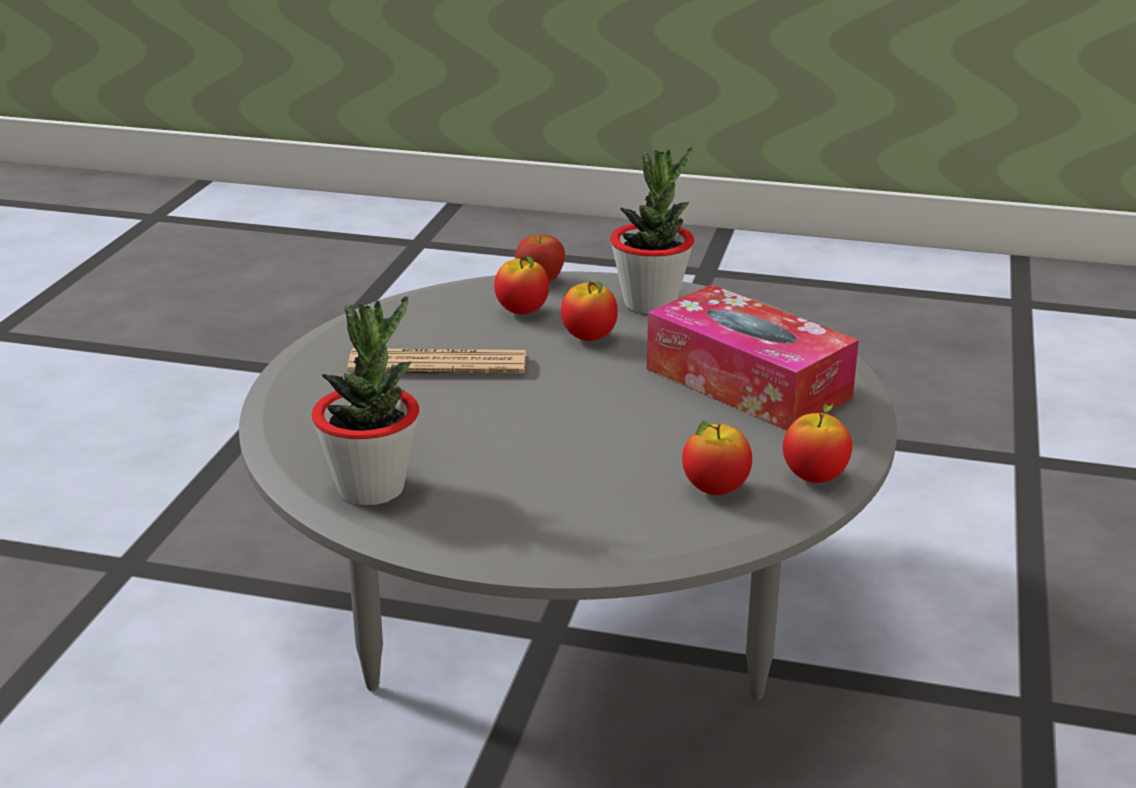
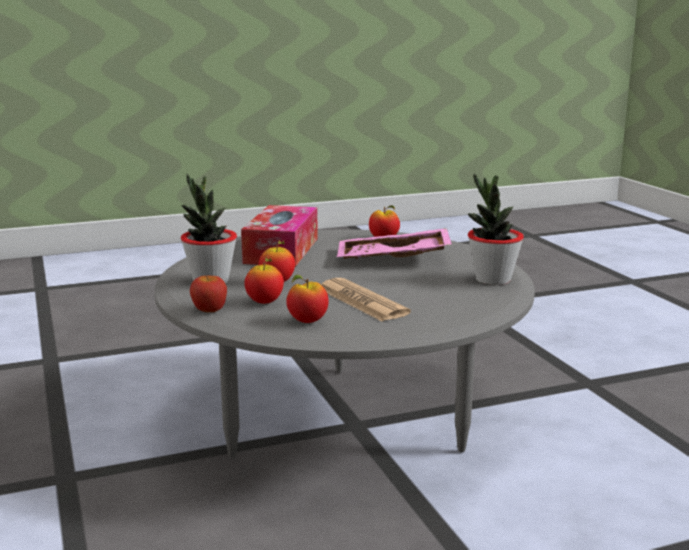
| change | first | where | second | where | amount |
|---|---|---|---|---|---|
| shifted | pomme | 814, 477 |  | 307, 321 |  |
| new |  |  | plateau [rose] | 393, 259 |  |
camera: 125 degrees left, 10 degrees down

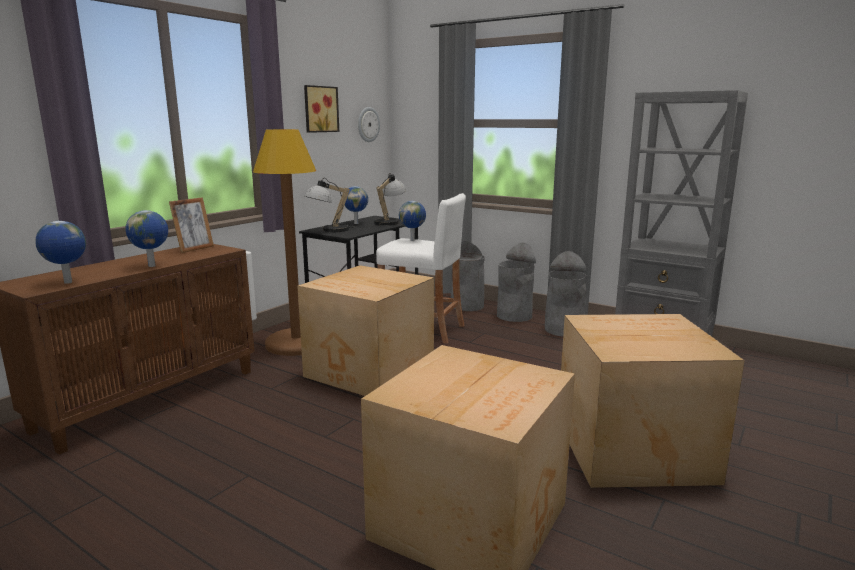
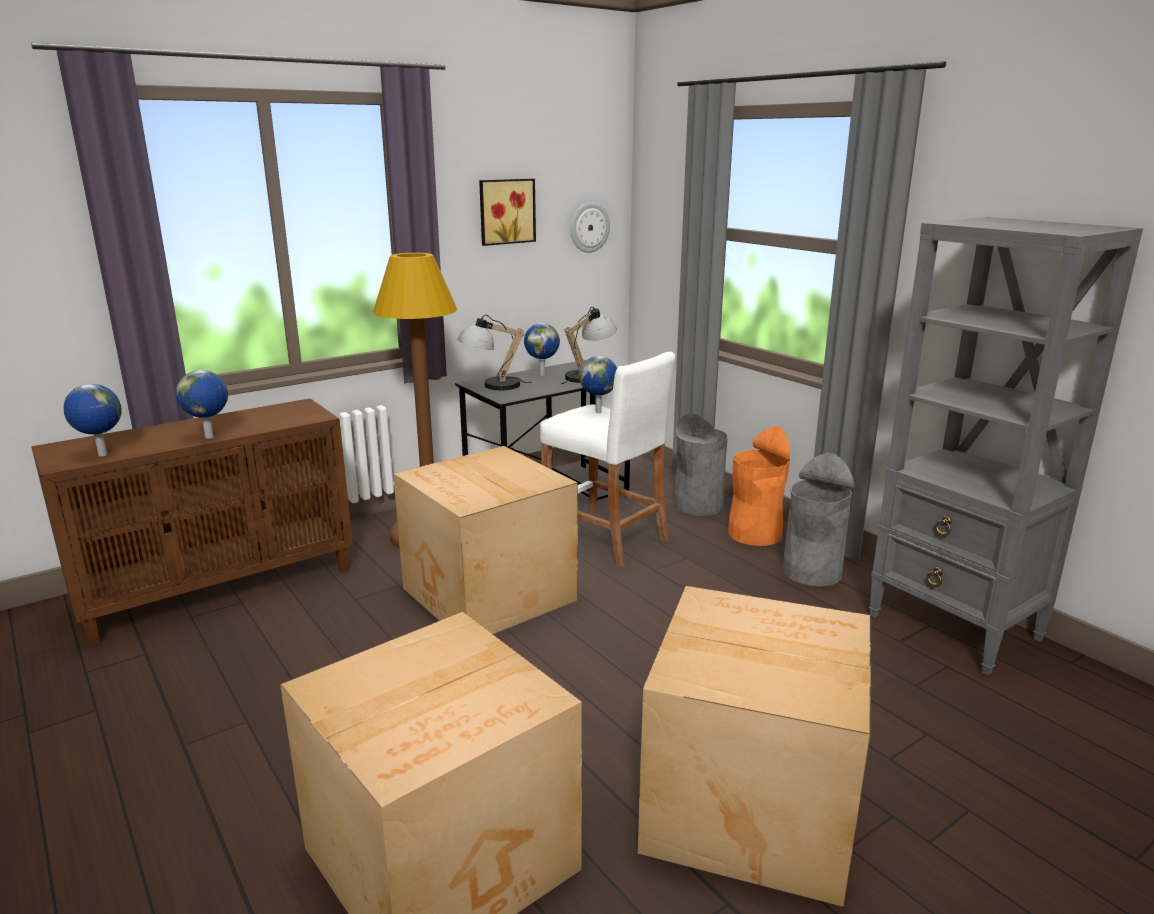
| change | first | where | second | where | amount |
|---|---|---|---|---|---|
| gone | cadre photo | 194, 249 |  |  |  |
| repainted | poubelle [gris] | 514, 316 | poubelle [orange] | 755, 534 |  |
camera: 20 degrees right, 5 degrees up

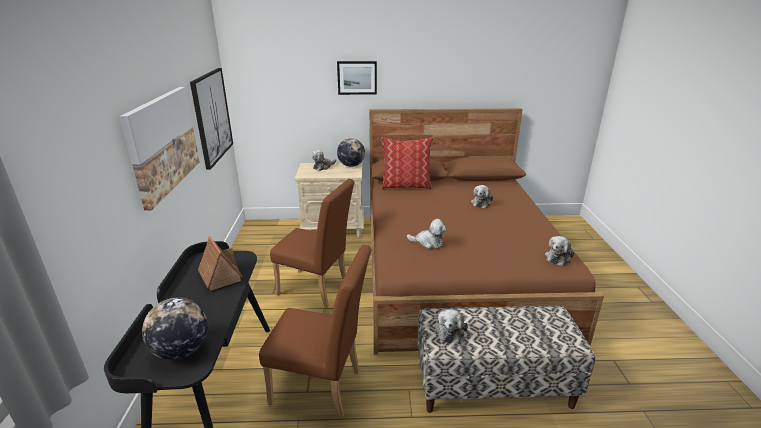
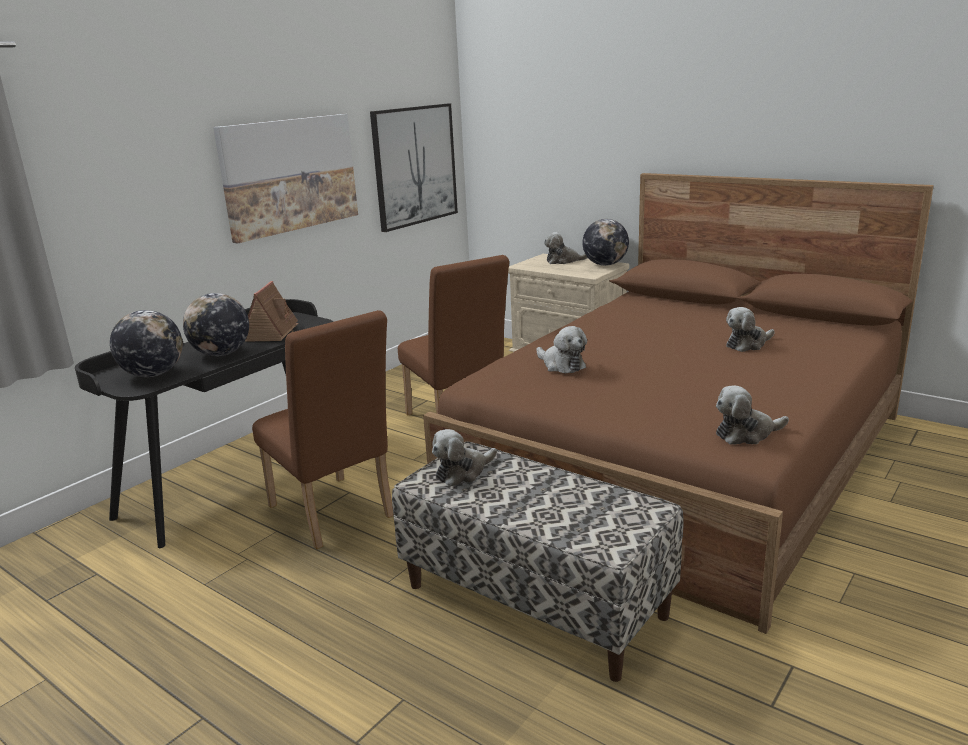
| change | first | where | second | where | amount |
|---|---|---|---|---|---|
| gone | tableau | 357, 77 |  |  |  |
| gone | coussin | 406, 185 |  |  |  |
| new |  |  | globe | 221, 354 |  |
camera: 40 degrees right, 5 degrees down

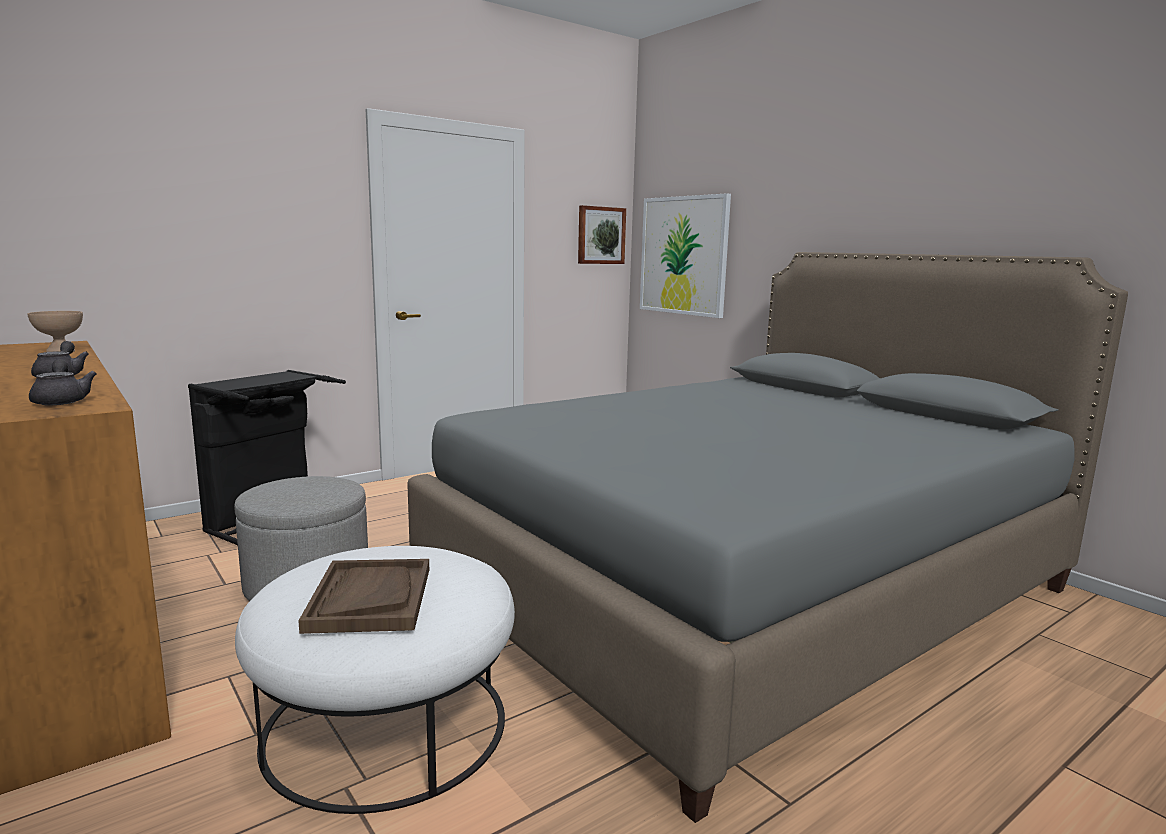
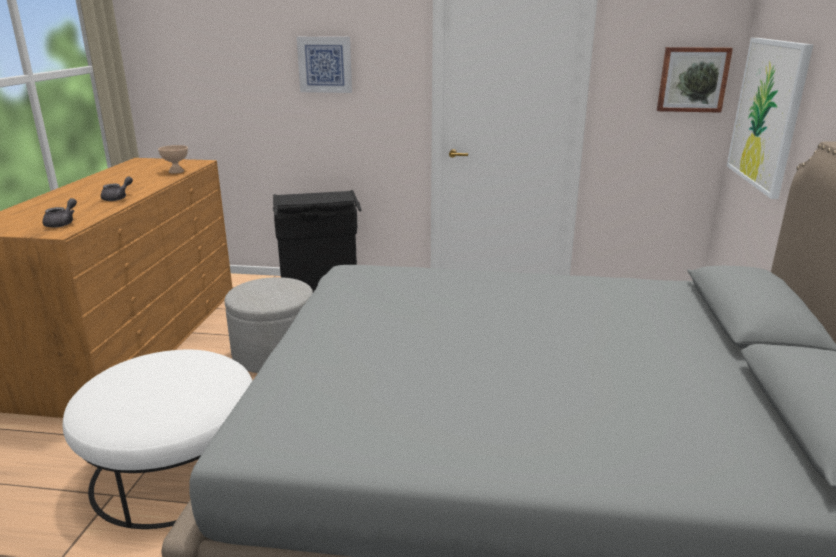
| change | first | where | second | where | amount |
|---|---|---|---|---|---|
| gone | plateau [marron] | 370, 598 |  |  |  |
| new |  |  | tableau | 325, 64 |  |
camera: 45 degrees right, 10 degrees up

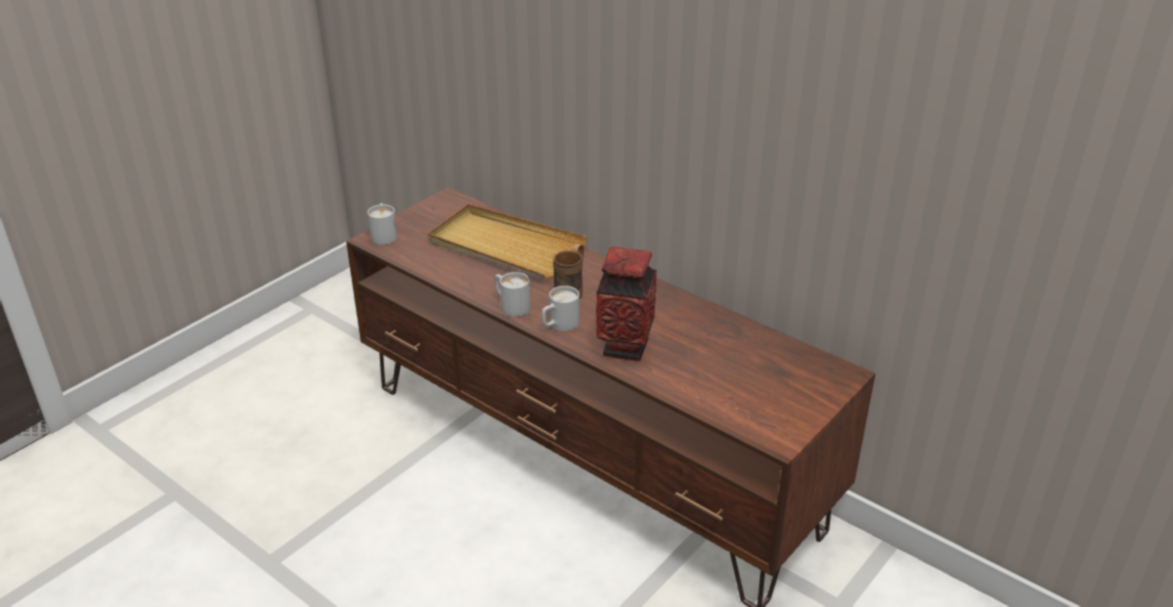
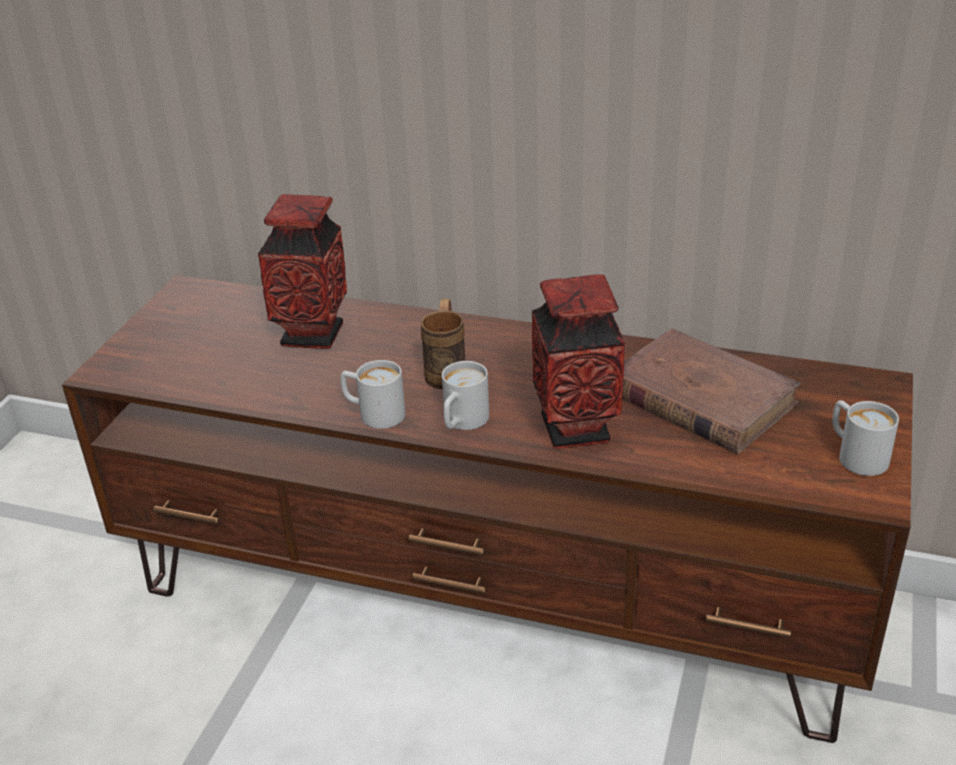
| change | first | where | second | where | amount |
|---|---|---|---|---|---|
| shifted | mug [blanc] | 384, 234 |  | 855, 454 |  |
| swapped | plateau [beige] | 505, 247 | vase | 313, 335 |  |
| new |  |  | livre [marron] | 699, 398 |  |
camera: 20 degrees left, 0 degrees up

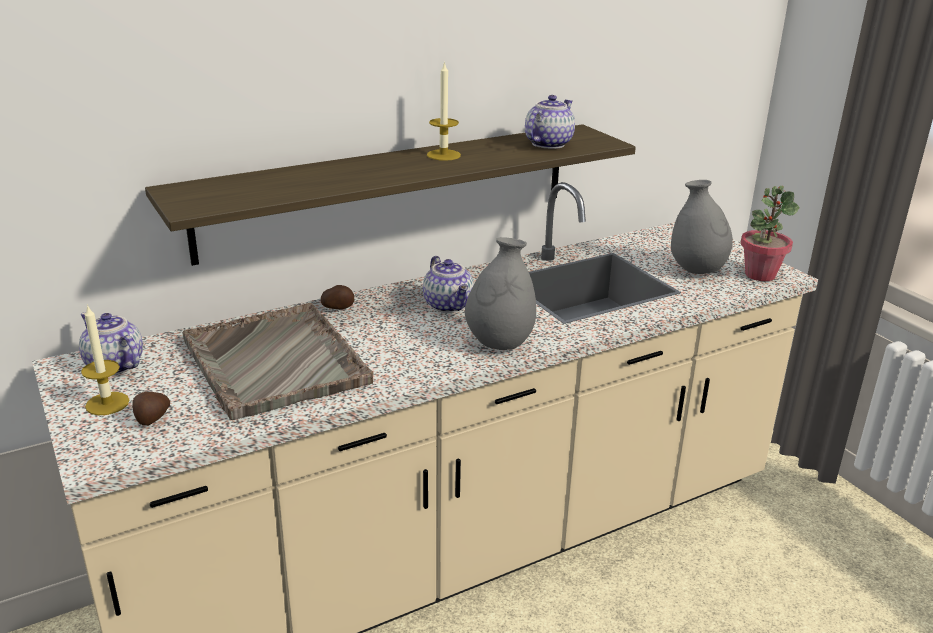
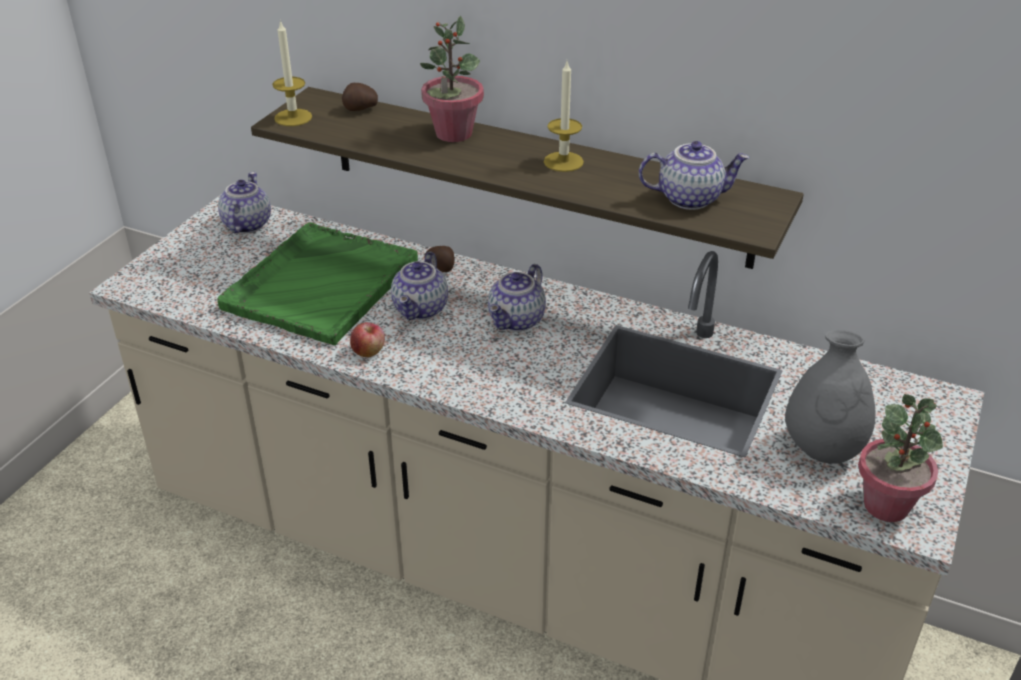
| change | first | where | second | where | amount |
|---|---|---|---|---|---|
| gone | vase [gris] | 499, 344 |  |  |  |
| repainted | plateau [gris] | 275, 362 | plateau [vert] | 320, 285 |  |
| shifted | bougie | 107, 403 |  | 293, 117 |  |
| shifted | pomme de terre | 151, 419 |  | 360, 109 |  |
| new |  |  | plante en pot | 453, 133 |  |
| new |  |  | théière | 421, 310 |  |
| new |  |  | pomme | 368, 351 |  |
camera: 55 degrees right, 10 degrees up

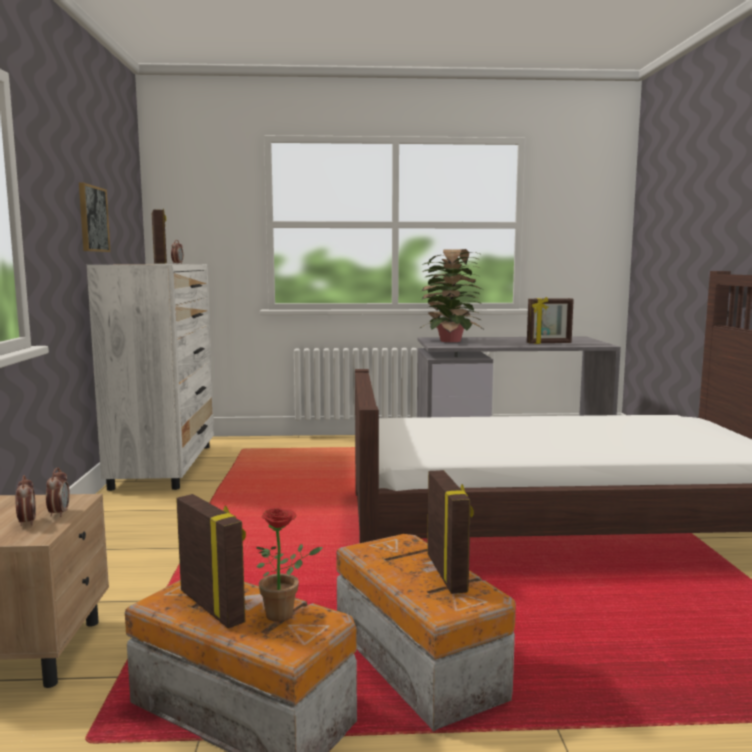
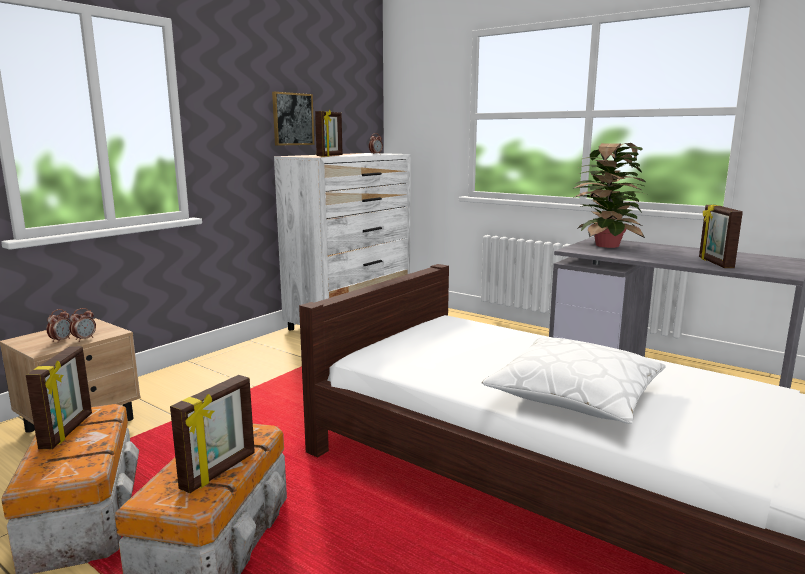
| change | first | where | second | where | amount |
|---|---|---|---|---|---|
| rotated | cadre photo | 549, 343 |  | 714, 263 | 60 degrees clockwise |
| gone | plante en pot | 285, 614 |  |  |  |
| new |  |  | coussin [blanc] | 575, 395 |  |
camera: 40 degrees right, 5 degrees up

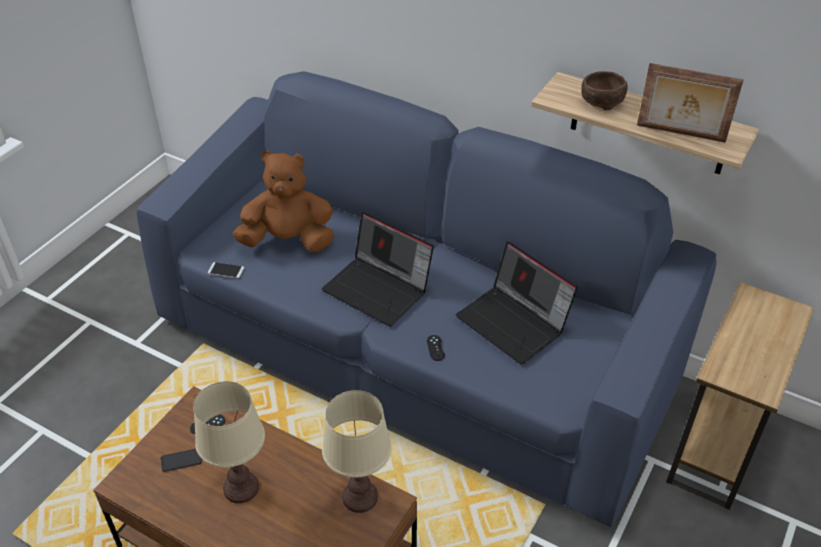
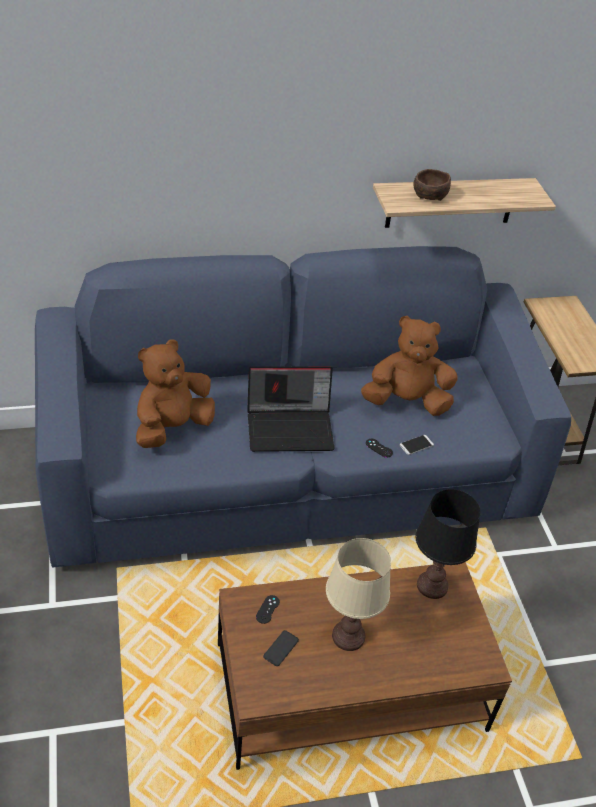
| change | first | where | second | where | amount |
|---|---|---|---|---|---|
| gone | cadre photo | 680, 134 |  |  |  |
| swapped | ordinateur portable | 514, 323 | peluche [marron] | 406, 401 |  |
| shifted | téléphone | 226, 270 |  | 416, 445 |  |
| repainted | lampe de table [beige] | 360, 497 | lampe de table [noir] | 432, 585 |  |
camera: 45 degrees left, 0 degrees up

